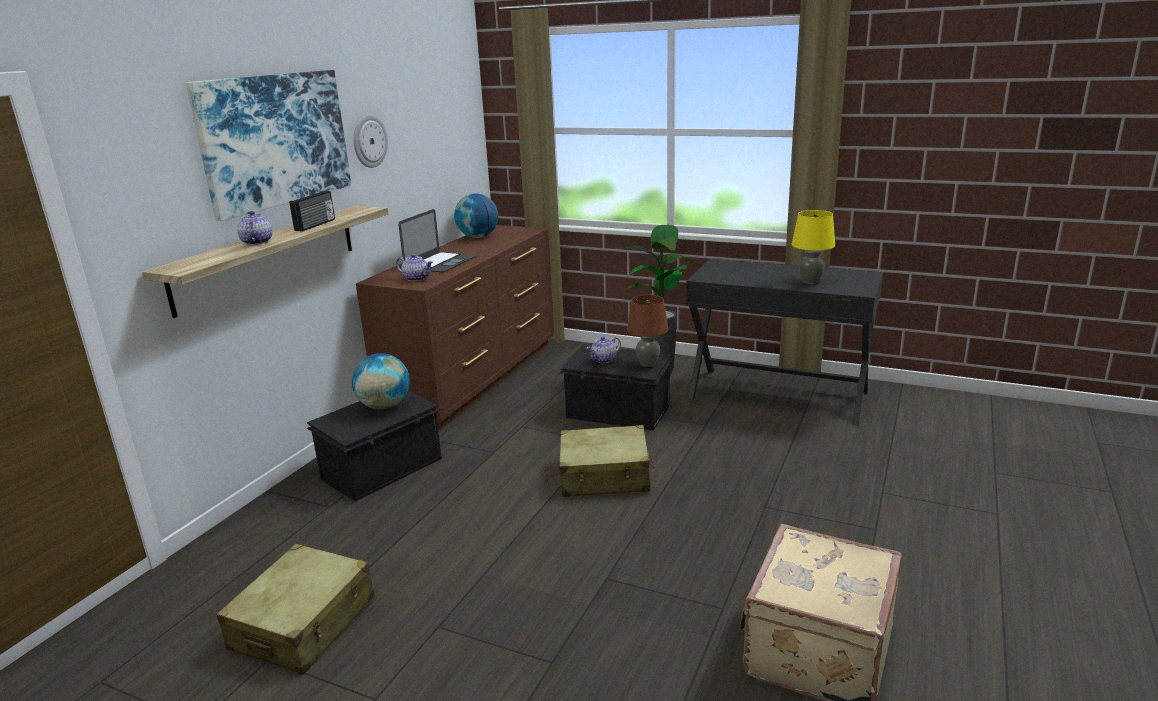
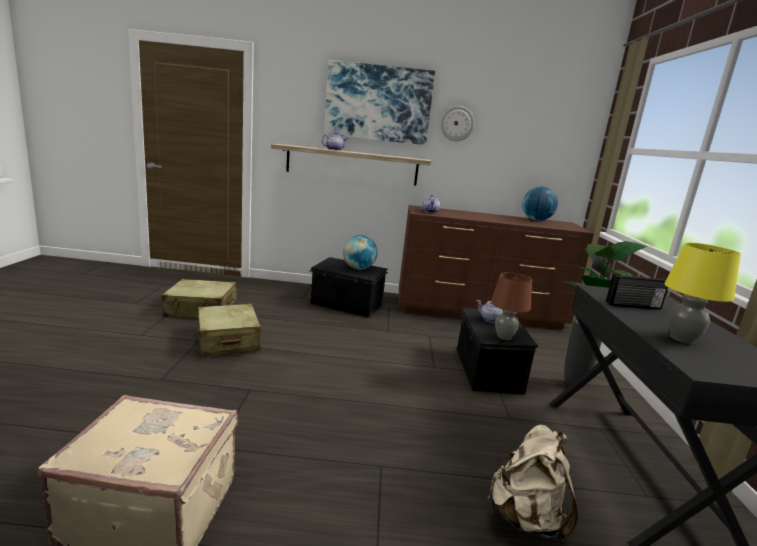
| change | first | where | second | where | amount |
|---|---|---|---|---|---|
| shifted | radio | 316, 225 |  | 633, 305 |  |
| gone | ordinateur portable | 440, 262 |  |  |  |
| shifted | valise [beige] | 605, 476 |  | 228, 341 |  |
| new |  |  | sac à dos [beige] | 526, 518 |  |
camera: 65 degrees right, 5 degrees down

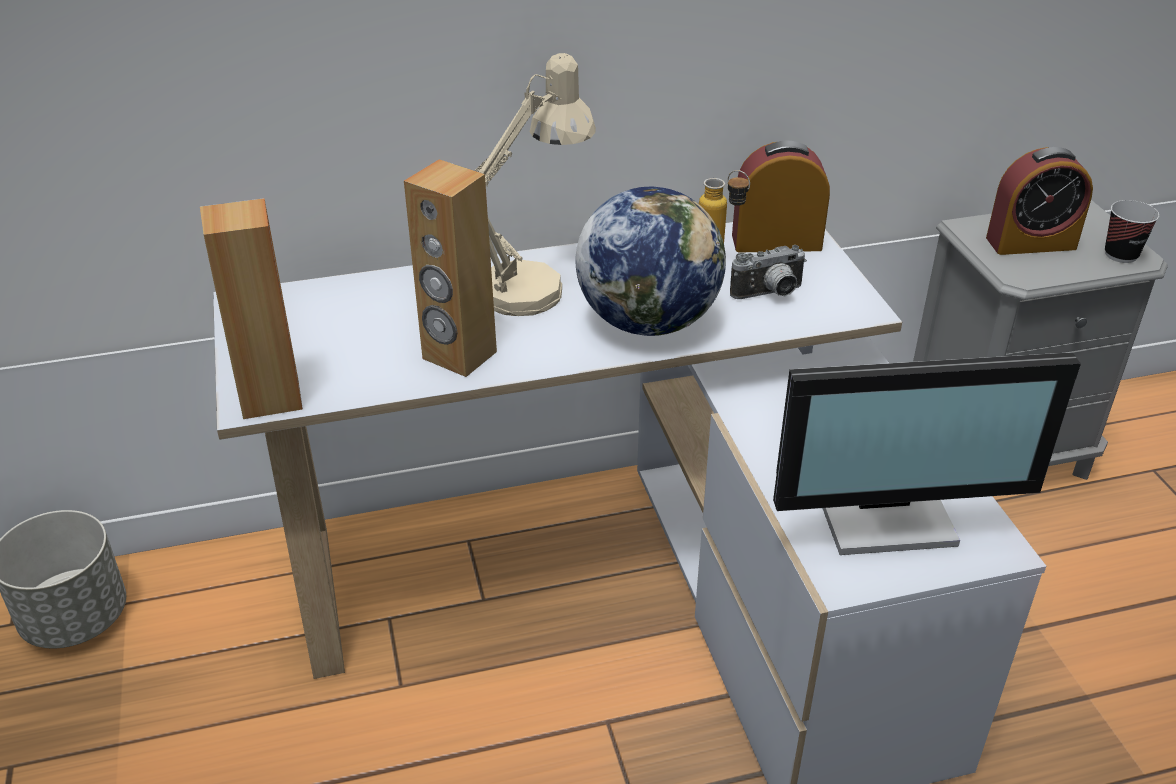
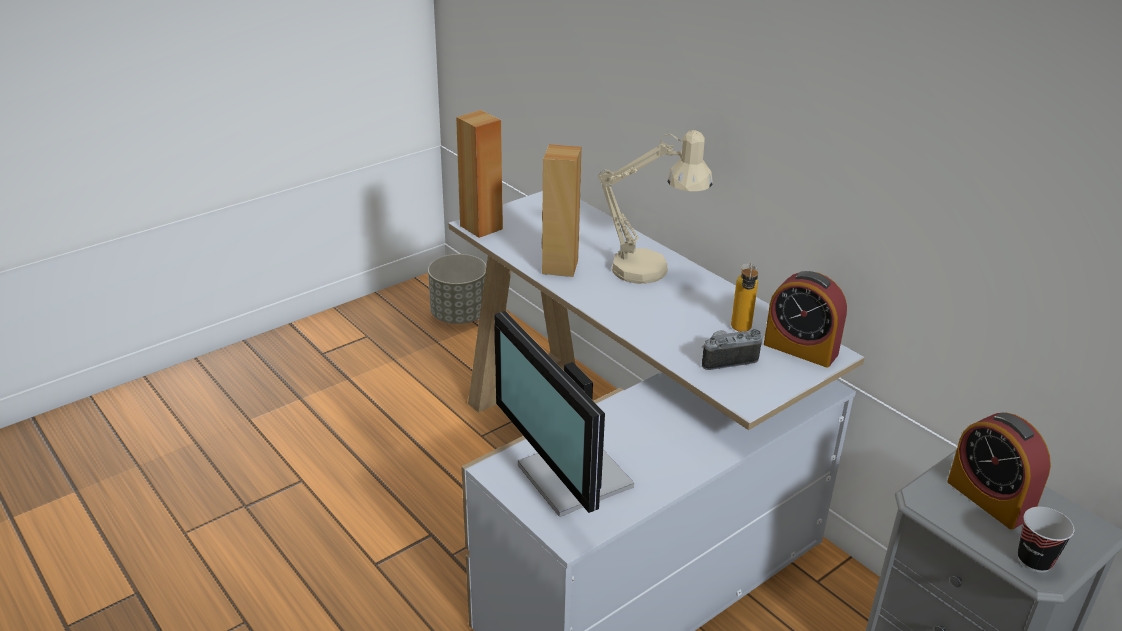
| change | first | where | second | where | amount |
|---|---|---|---|---|---|
| rotated | réveil | 776, 242 |  | 800, 349 | 150 degrees clockwise |
| gone | globe | 648, 322 |  |  |  |
| rotated | appareil photo | 770, 295 |  | 727, 359 | 120 degrees clockwise |
camera: 65 degrees right, 5 degrees down

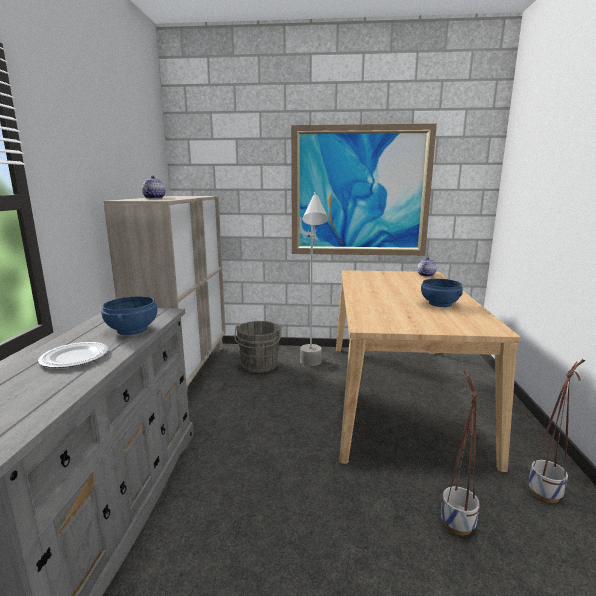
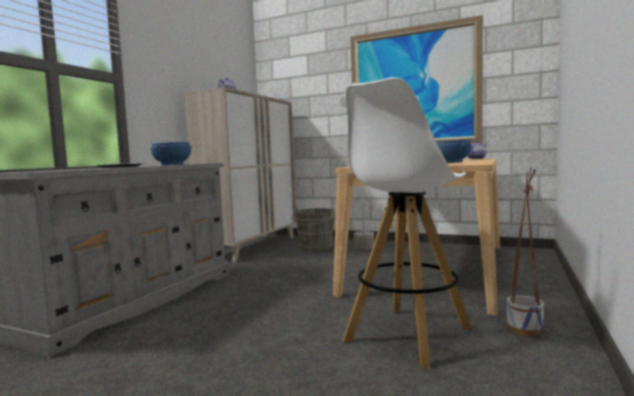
| change | first | where | second | where | amount |
|---|---|---|---|---|---|
| swapped | cache-pot | 457, 524 | tabouret [blanc] | 407, 335 |  |
camera: 20 degrees right, 10 degrees down

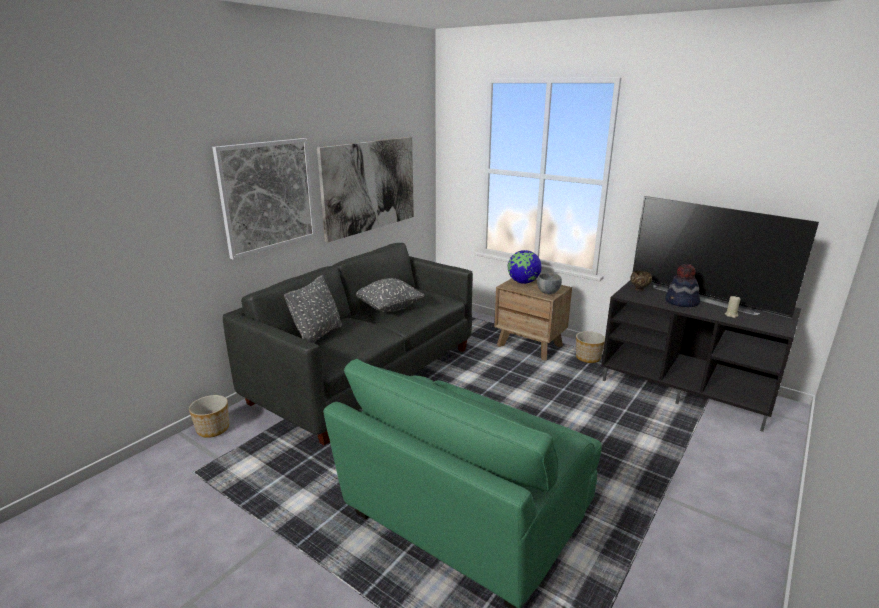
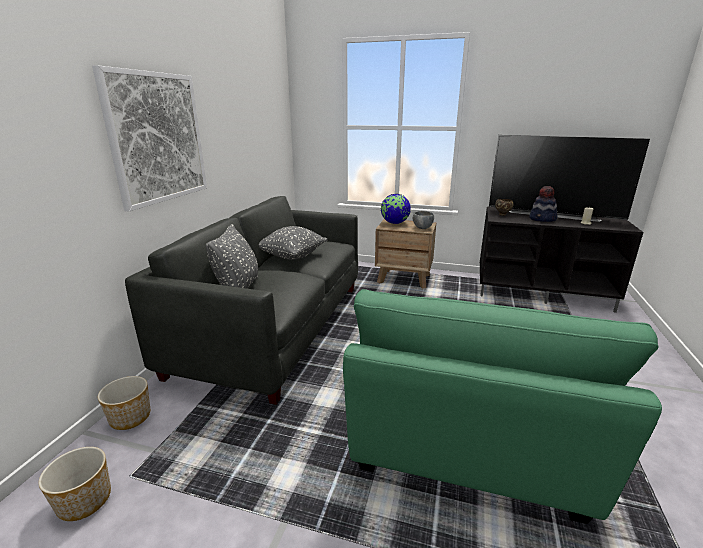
| change | first | where | second | where | amount |
|---|---|---|---|---|---|
| gone | tableau | 369, 186 |  |  |  |
| shifted | cache-pot | 587, 358 |  | 84, 501 |  |
camera: 20 degrees left, 0 degrees up

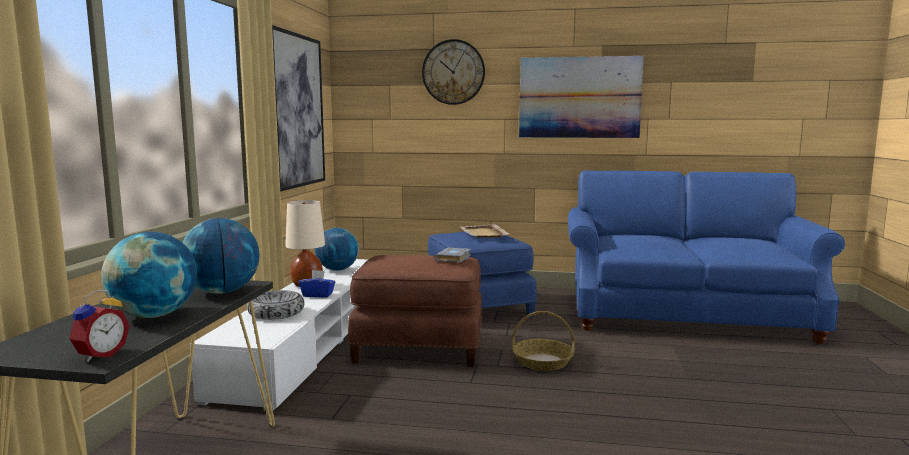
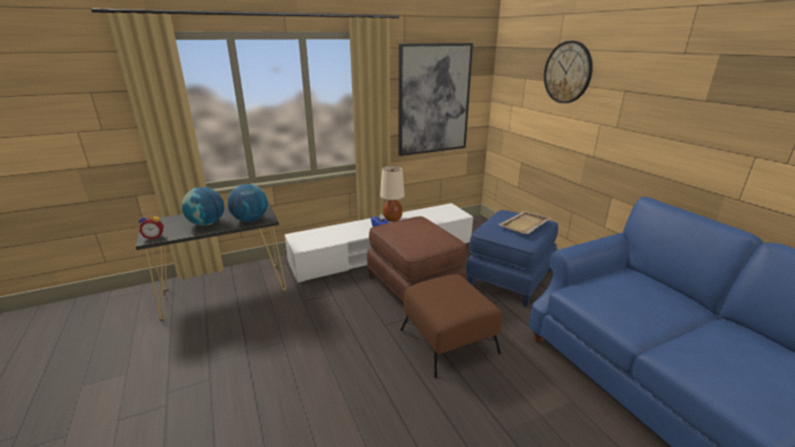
| change | first | where | second | where | amount |
|---|---|---|---|---|---|
| gone | tableau | 579, 97 |  |  |  |
| gone | globe | 337, 270 |  |  |  |
| gone | livre [gris] | 454, 258 |  |  |  |
| gone | bol | 276, 313 |  |  |  |
| swapped | panier | 543, 361 | pouf [marron] | 448, 341 |  |
camera: 55 degrees right, 15 degrees up

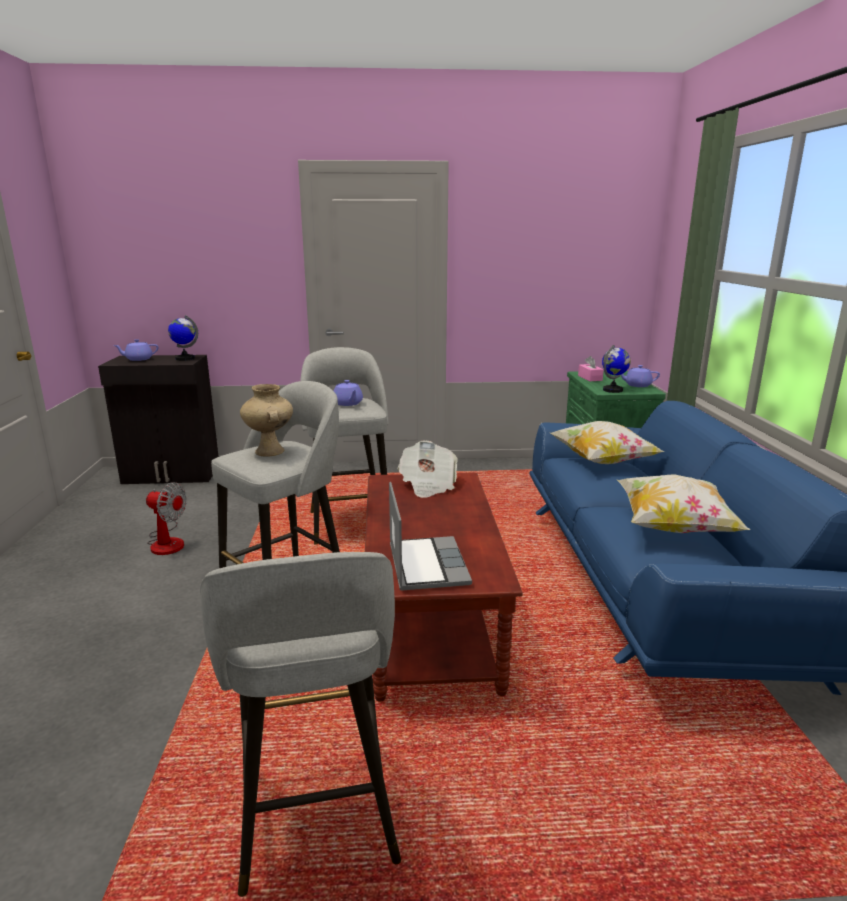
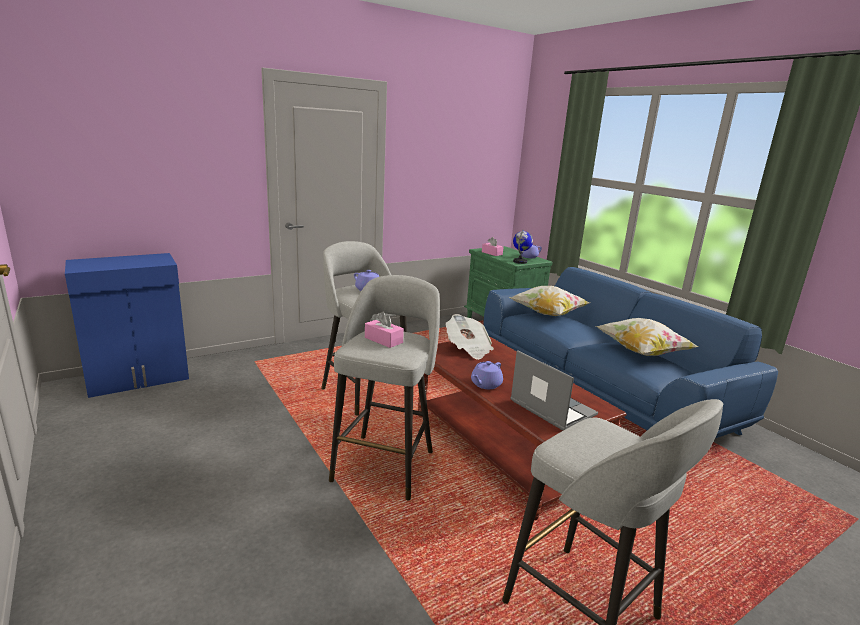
| change | first | where | second | where | amount |
|---|---|---|---|---|---|
| gone | globe | 185, 358 |  |  |  |
| shifted | théière [violet] | 138, 359 |  | 485, 384 |  |
| repainted | meuble de rangement [noir] | 172, 475 | meuble de rangement [bleu] | 139, 378 |  |
| swapped | vase [beige] | 270, 451 | boîte à mouchoirs [rose] | 383, 340 |  |
| gone | ventilateur | 167, 542 |  |  |  |
camera: 30 degrees left, 0 degrees up

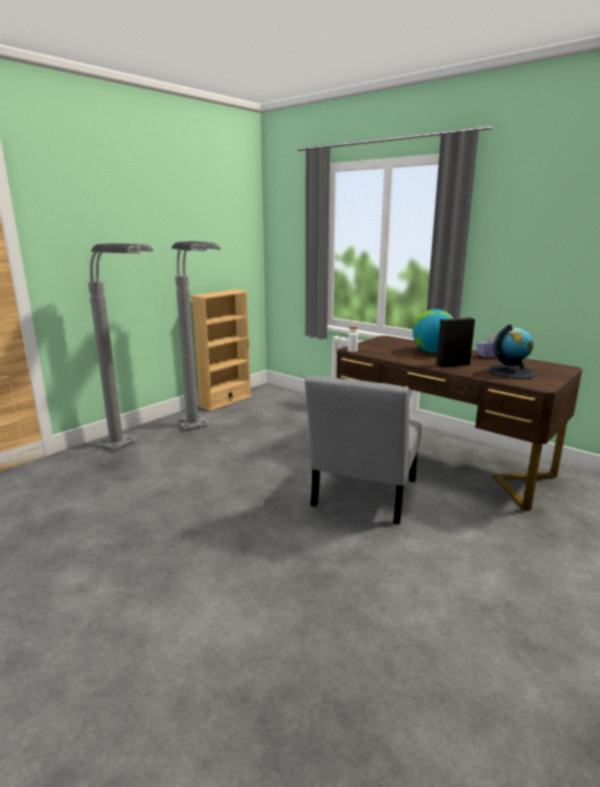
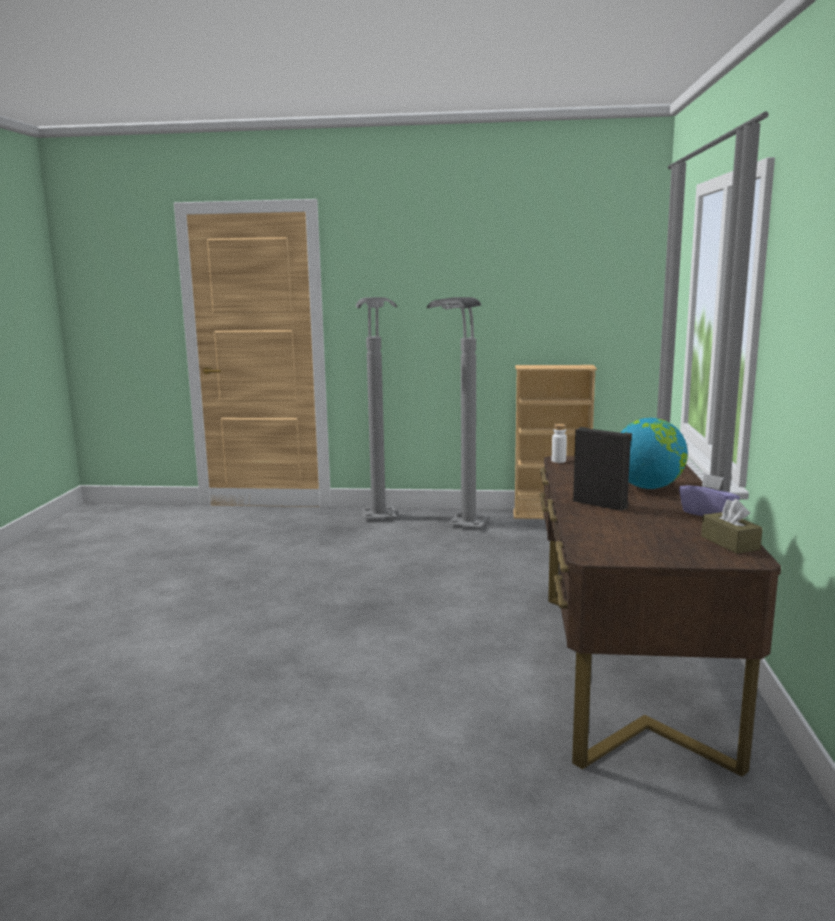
| change | first | where | second | where | amount |
|---|---|---|---|---|---|
| gone | globe | 511, 372 |  |  |  |
| gone | chaise [gris] | 363, 496 |  |  |  |
| new |  |  | boîte à mouchoirs [marron] | 730, 543 |  |
camera: 55 degrees right, 5 degrees down

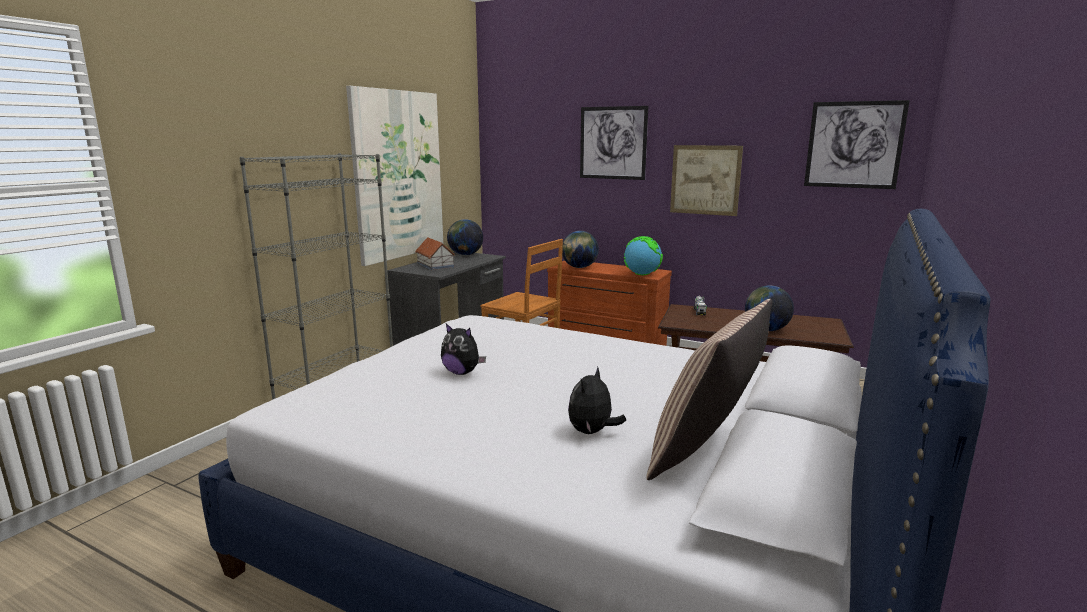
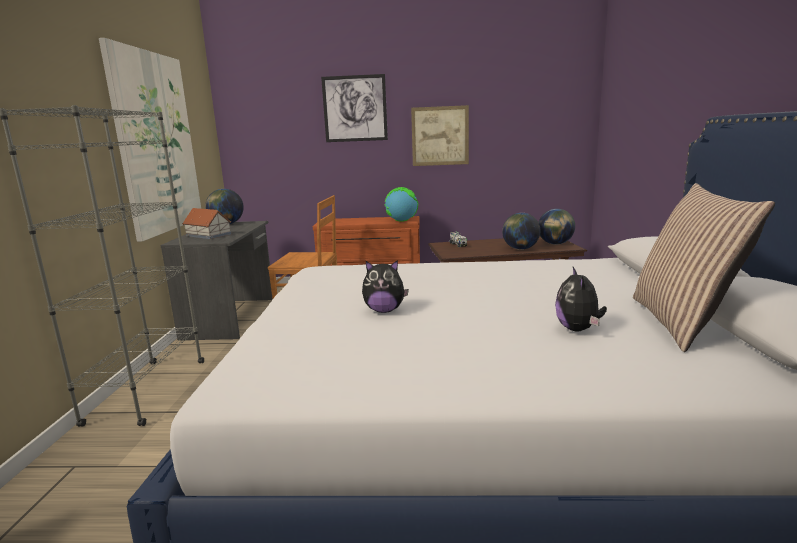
| change | first | where | second | where | amount |
|---|---|---|---|---|---|
| gone | tableau | 854, 145 |  |  |  |
| shifted | globe | 579, 267 |  | 555, 244 |  |
camera: 25 degrees left, 0 degrees up

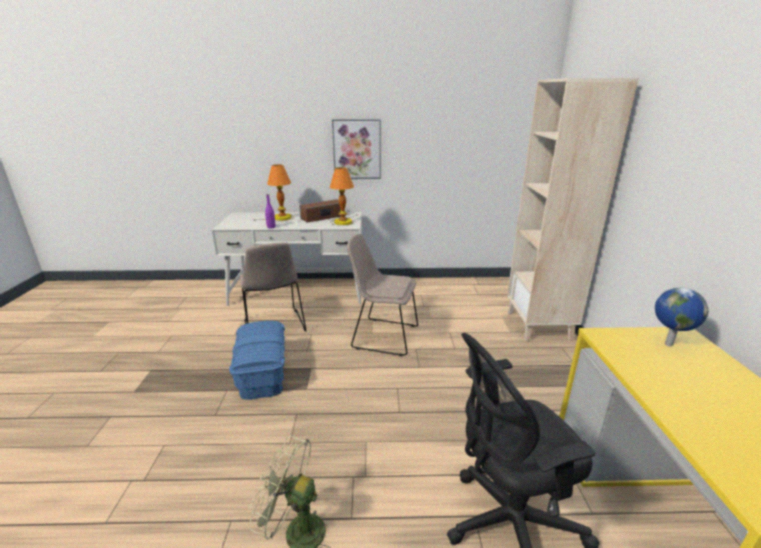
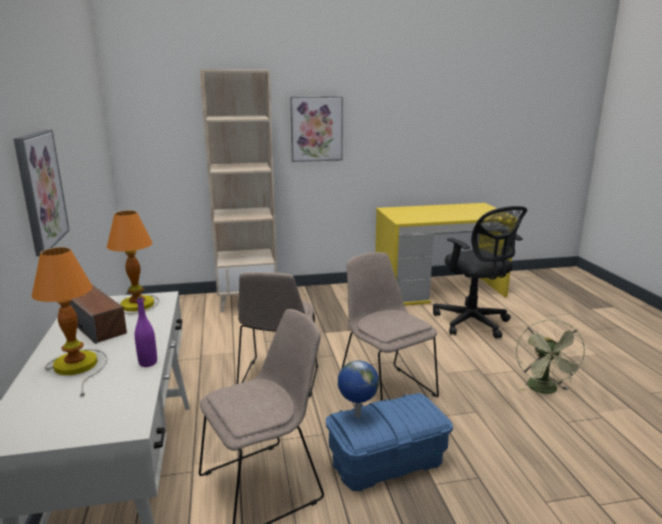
| change | first | where | second | where | amount |
|---|---|---|---|---|---|
| shifted | globe | 667, 344 |  | 357, 416 |  |
| new |  |  | tableau | 316, 129 |  |
| new |  |  | chaise [beige] | 385, 390 |  |
camera: 100 degrees left, 5 degrees down

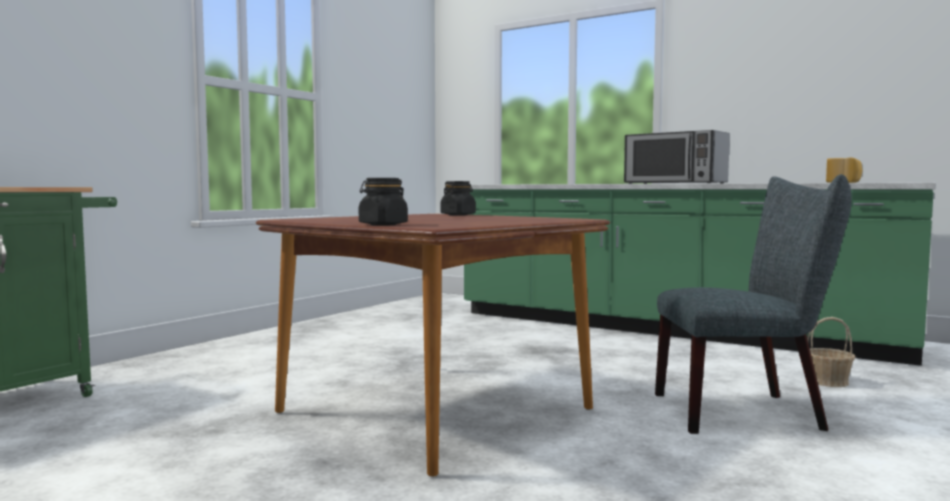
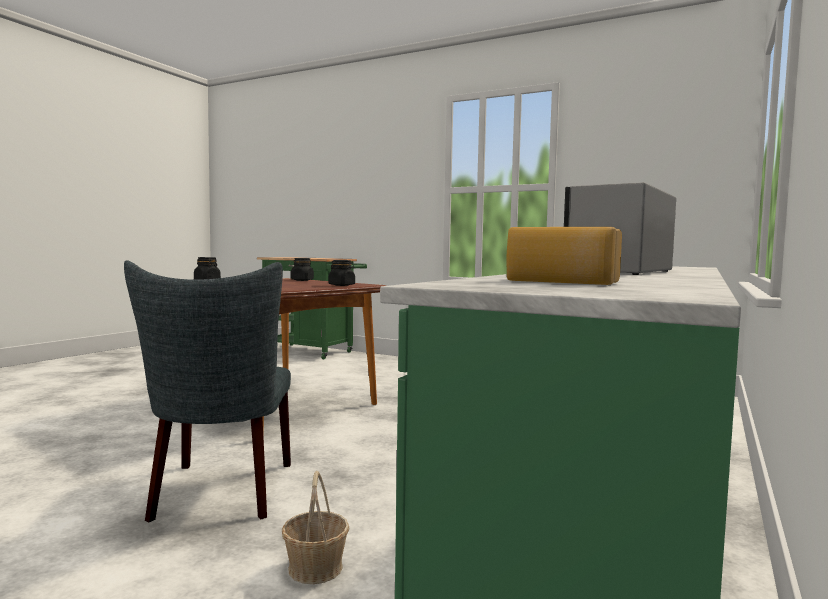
| change | first | where | second | where | amount |
|---|---|---|---|---|---|
| new |  |  | bocal [noir] | 302, 280 |  |
camera: 85 degrees right, 0 degrees up

